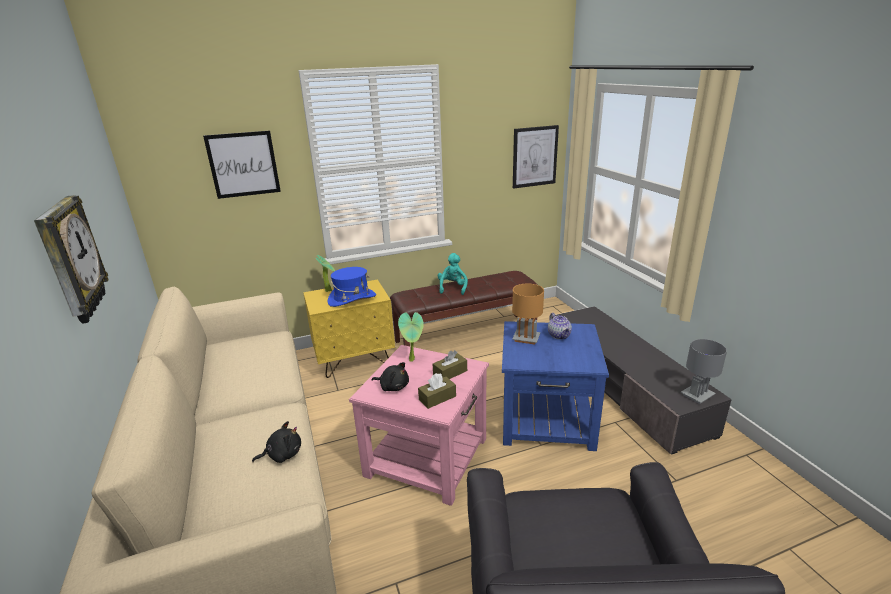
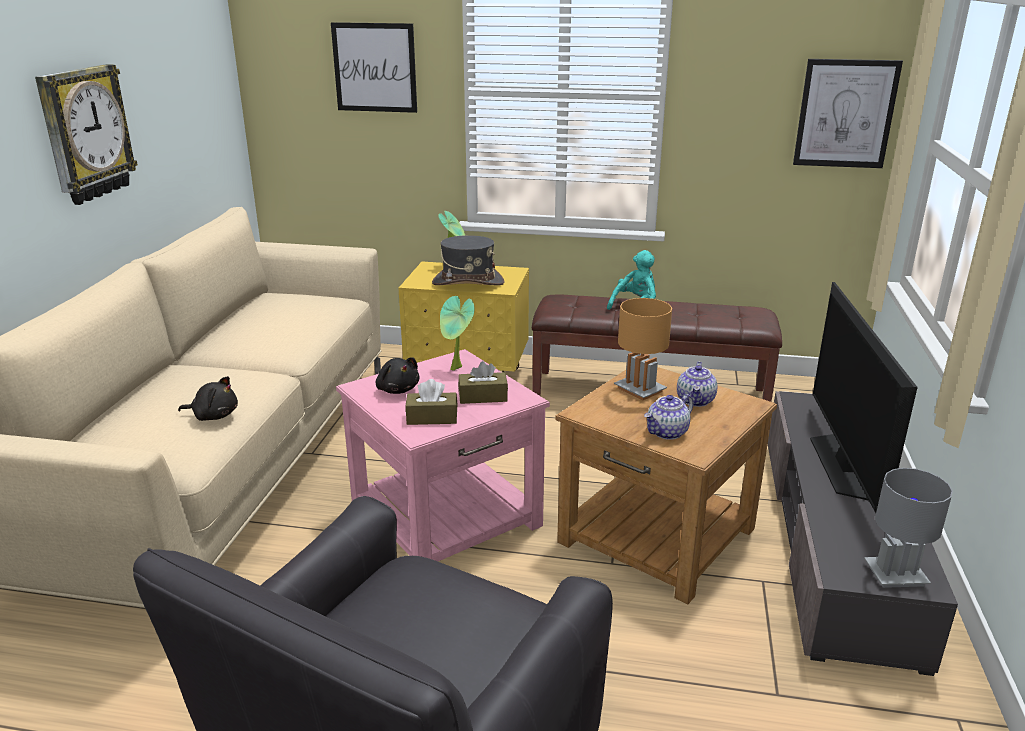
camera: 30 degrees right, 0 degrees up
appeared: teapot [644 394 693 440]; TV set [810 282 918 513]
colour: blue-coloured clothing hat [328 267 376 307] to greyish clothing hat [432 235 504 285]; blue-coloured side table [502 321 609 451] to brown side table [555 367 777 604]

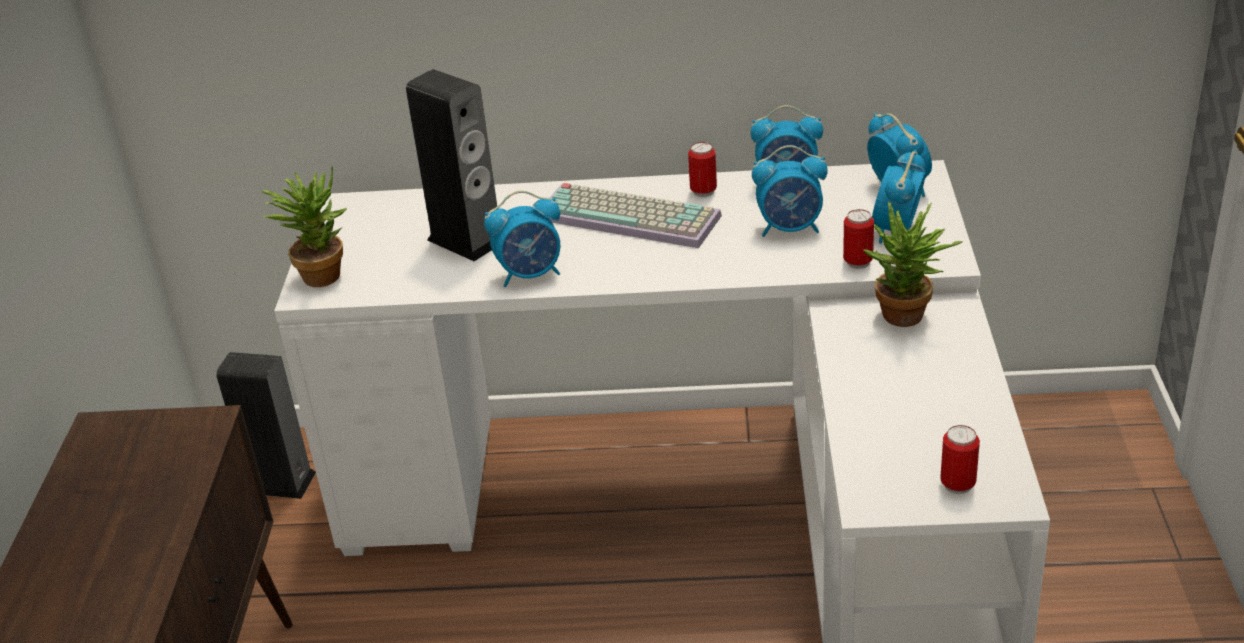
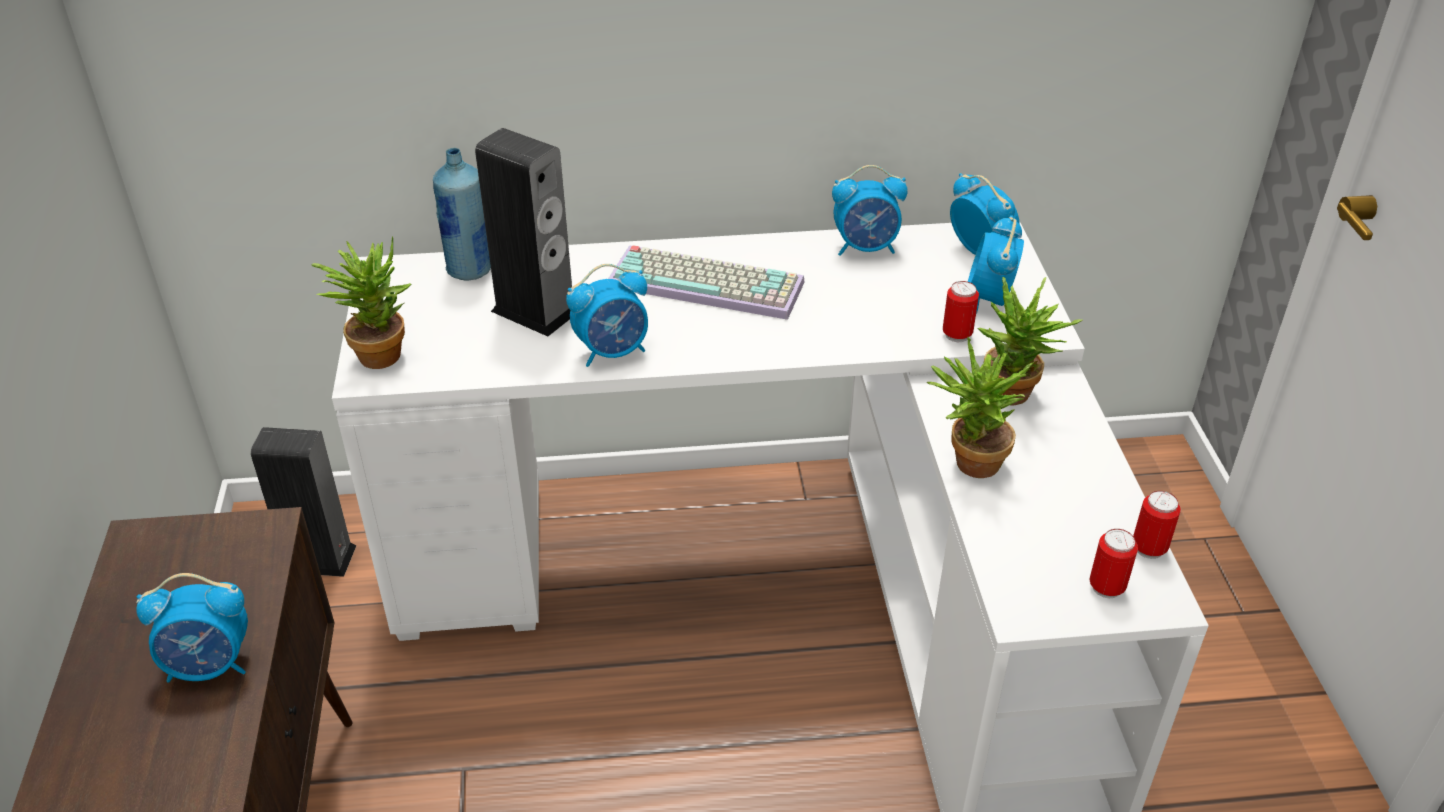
camera: 10 degrees left, 5 degrees up
appeared: blue-coloured beverage bottle [433 148 491 281]; potted plant [927 337 1034 478]
relocated: bedside clock [752 145 828 237] to [136 573 248 683]; metal can [688 142 717 197] to [1133 491 1181 559]

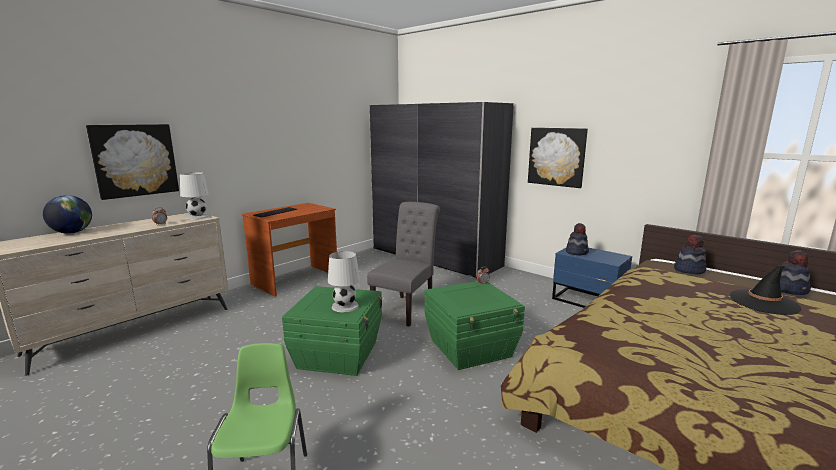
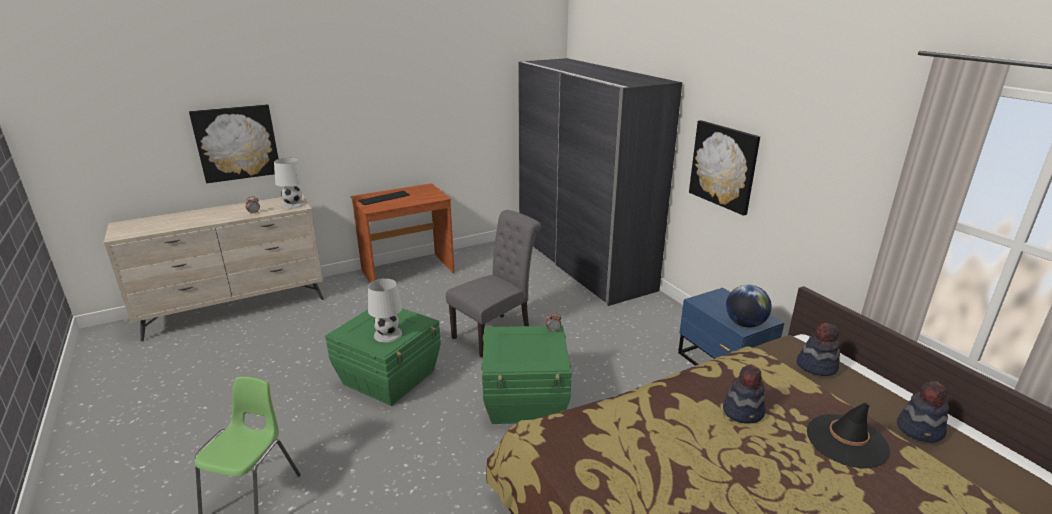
camera: 20 degrees right, 10 degrees up
relocated: clothing hat [566 223 589 255] to [723 364 765 424]; desk globe [43 195 92 234] to [726 285 772 327]

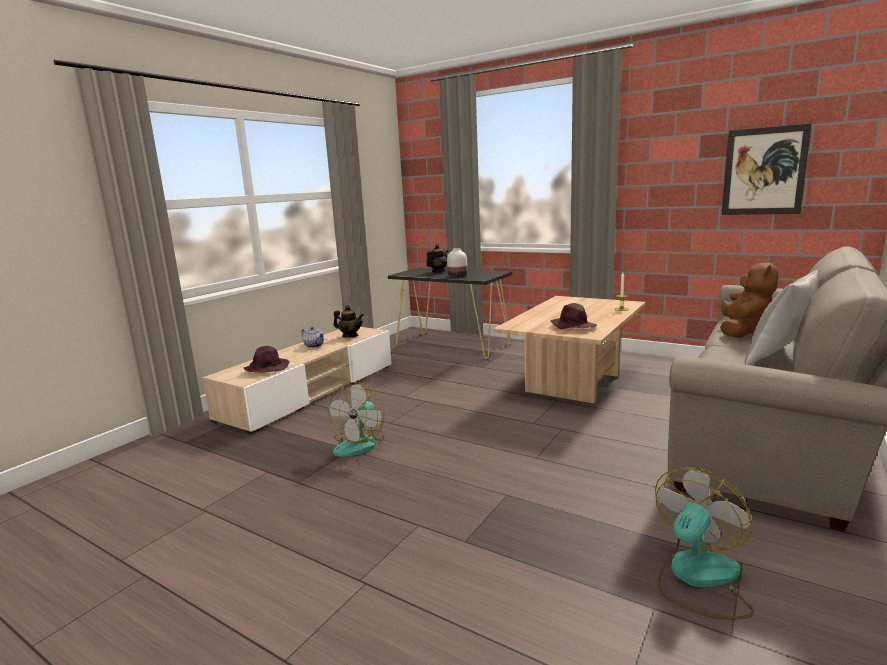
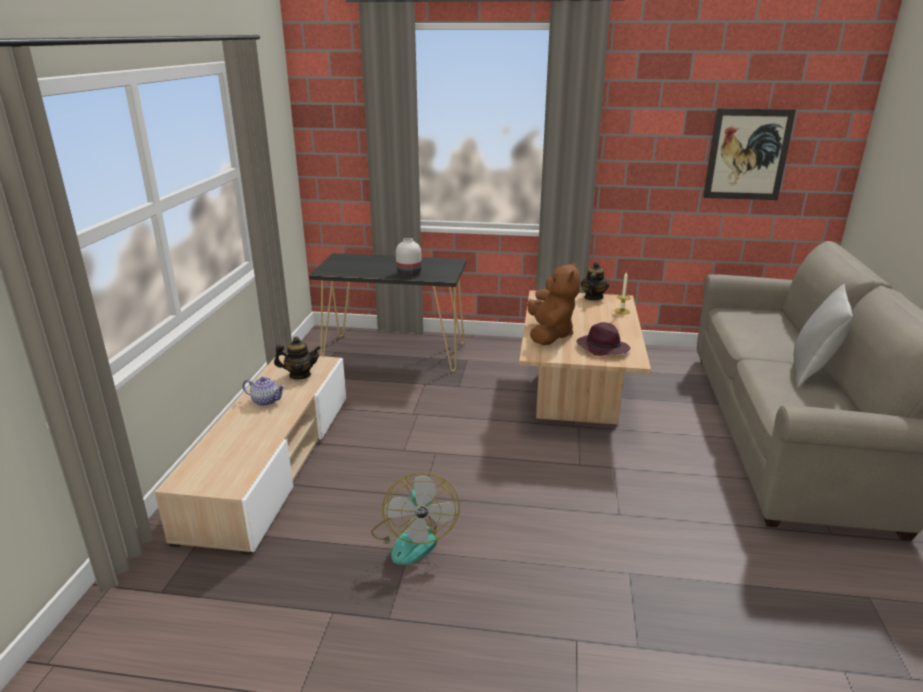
camera: 25 degrees left, 10 degrees up
missing: purple clothing hat [244 346 290 373]; cooling fan [655 467 754 619]
relocated: brown cuddly toy [720 260 778 338] to [528 261 580 345]; teapot [426 244 448 272] to [581 262 609 300]

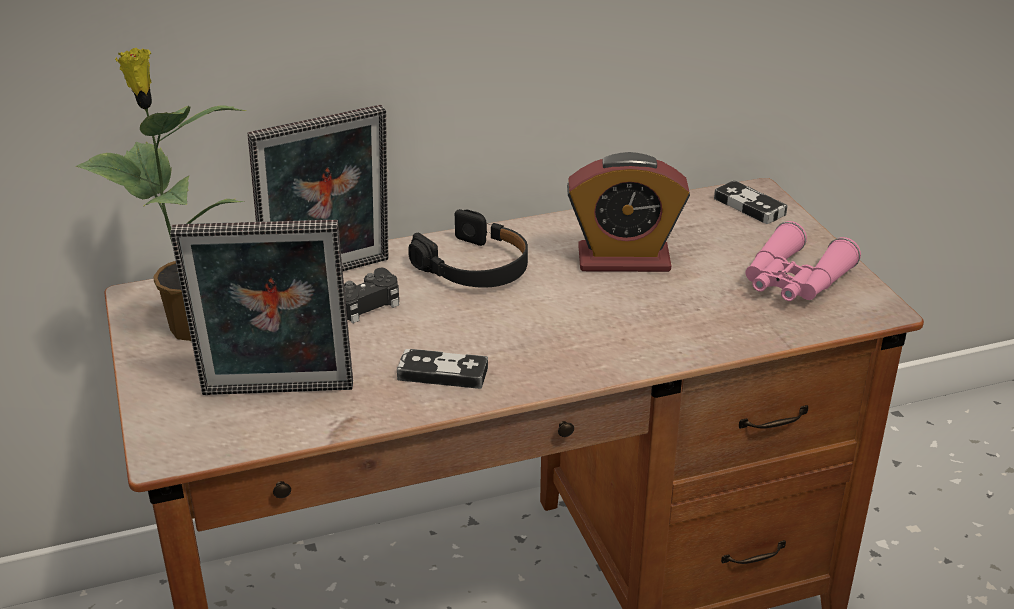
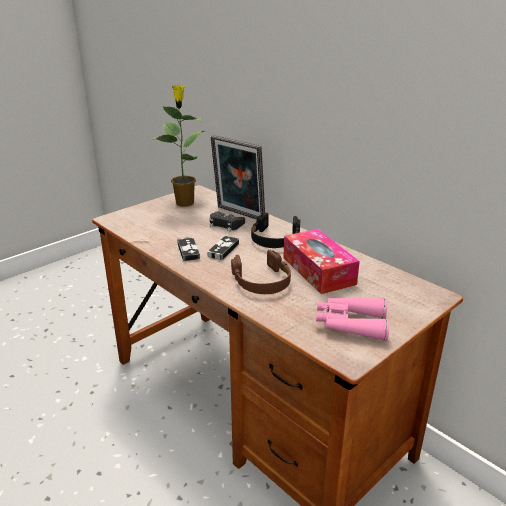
camera: 65 degrees right, 5 degrees down
missing: standing frame [170 220 353 395]
appeared: brown headphones [231 250 291 294]
relocated: joypad [714 180 788 224] to [207 236 239 260]
exchanged: bedside clock [567 152 690 272] to box of tissues [284 229 360 294]

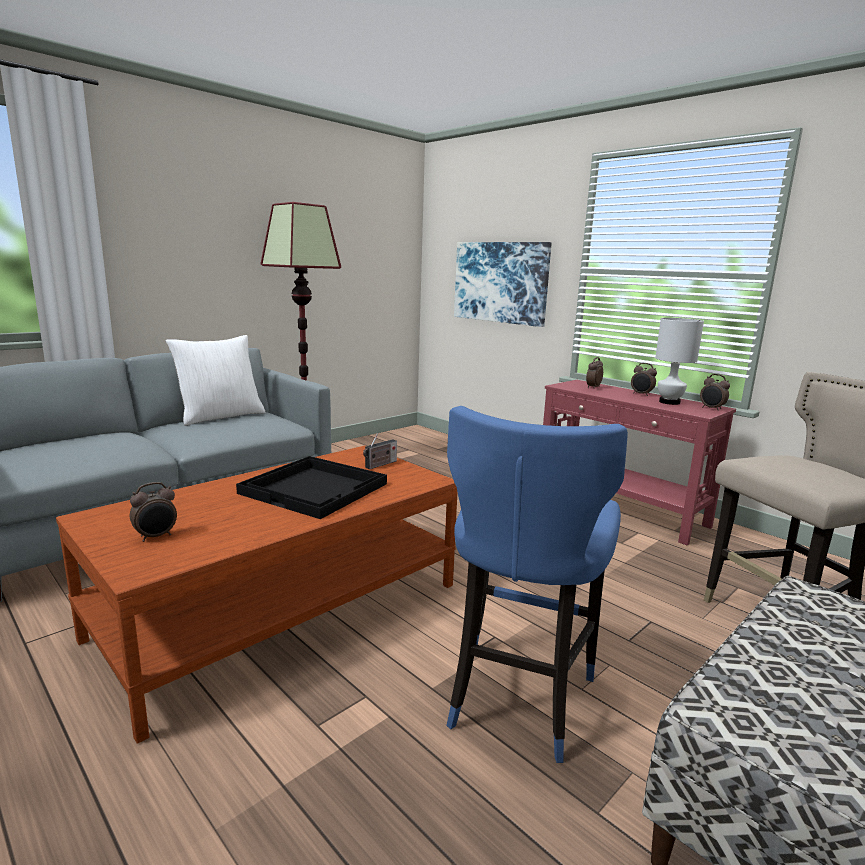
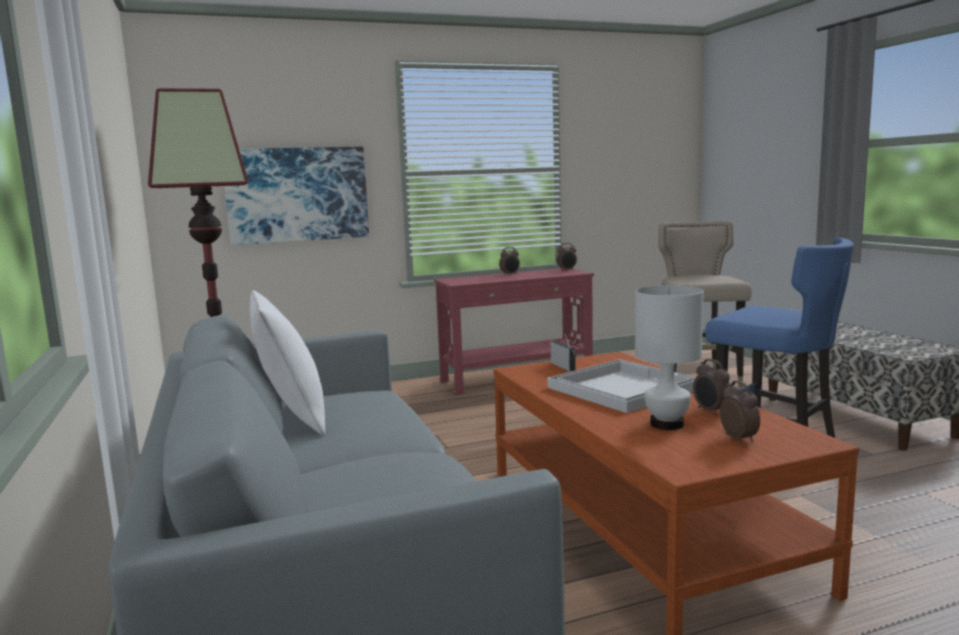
camera: 65 degrees left, 5 degrees down
relocated: whitish tabletop lamp [655 318 704 405] to [635 285 704 430]; bedside clock [586 357 603 388] to [693 359 730 415]
colour: black-coloured carrying tray [236 456 387 519] to whitish carrying tray [547 359 696 413]

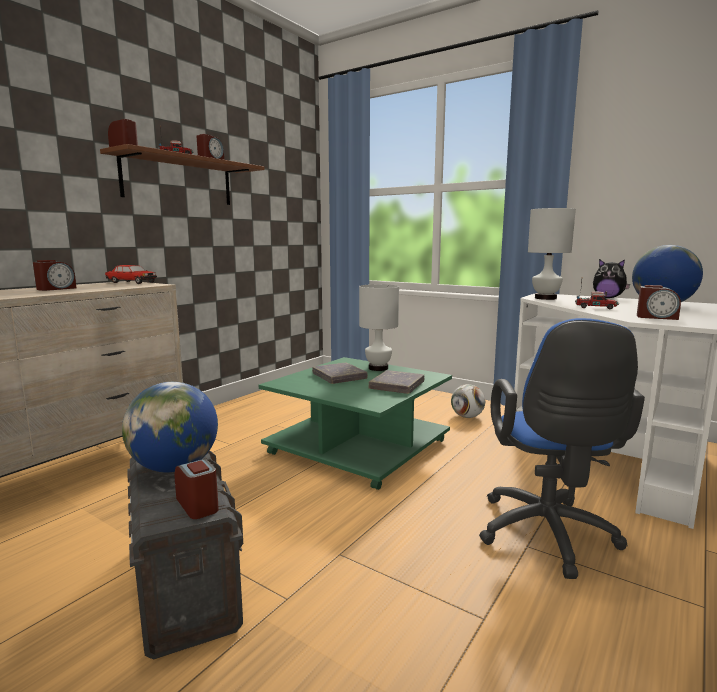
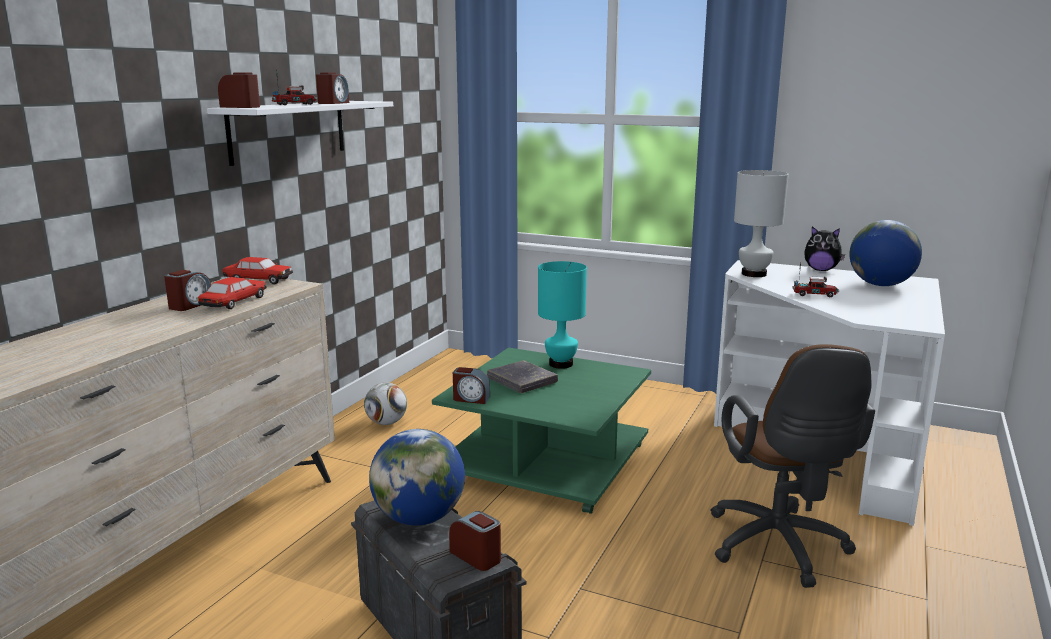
camera: 10 degrees left, 5 degrees up
missing: greyish bound book [369 370 424 394]
appeared: toy car [198 277 267 309]
relocated: football [451 384 485 418] to [364 383 407 425]; bedside clock [637 285 681 320] to [453 367 490 404]
colour: brown wall shelf [100 144 265 205] to whitish wall shelf [207 101 393 166]; whitish tabletop lamp [359 284 399 371] to blue-green tabletop lamp [538 261 587 369]; blue-coloured desk chair [479 318 645 579] to brown desk chair [710 344 875 588]

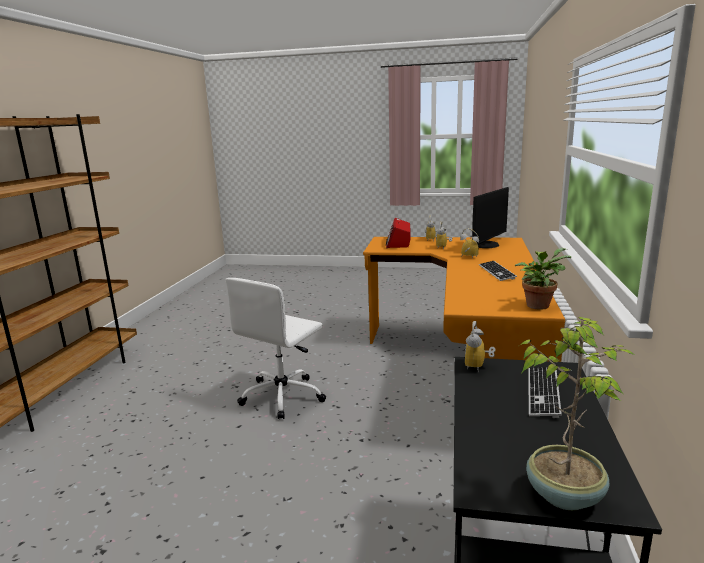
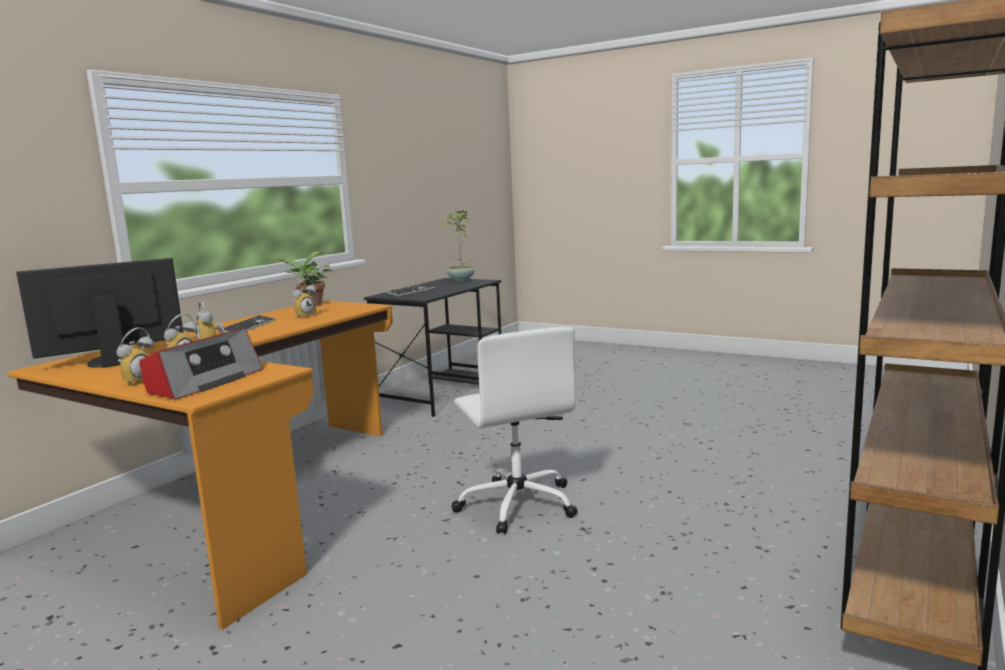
camera: 160 degrees left, 5 degrees down
relocated: bedside clock [465 321 496 372] to [292 278 317 318]
spun: whitish desk chair [225 278 326 419] = [452 327 578 534] 105 degrees clockwise

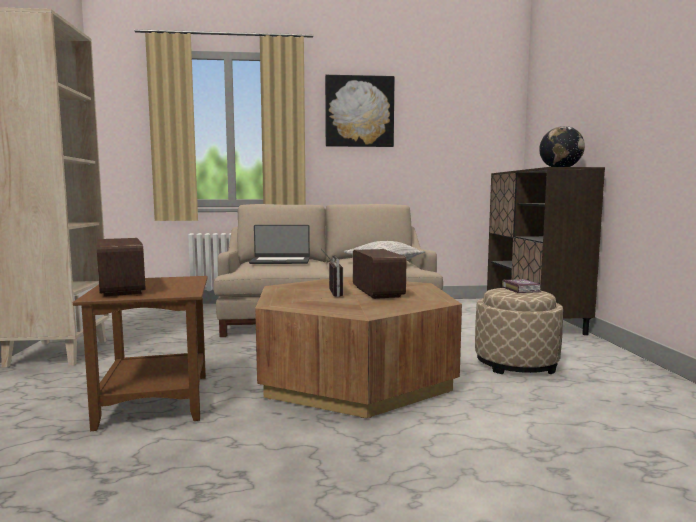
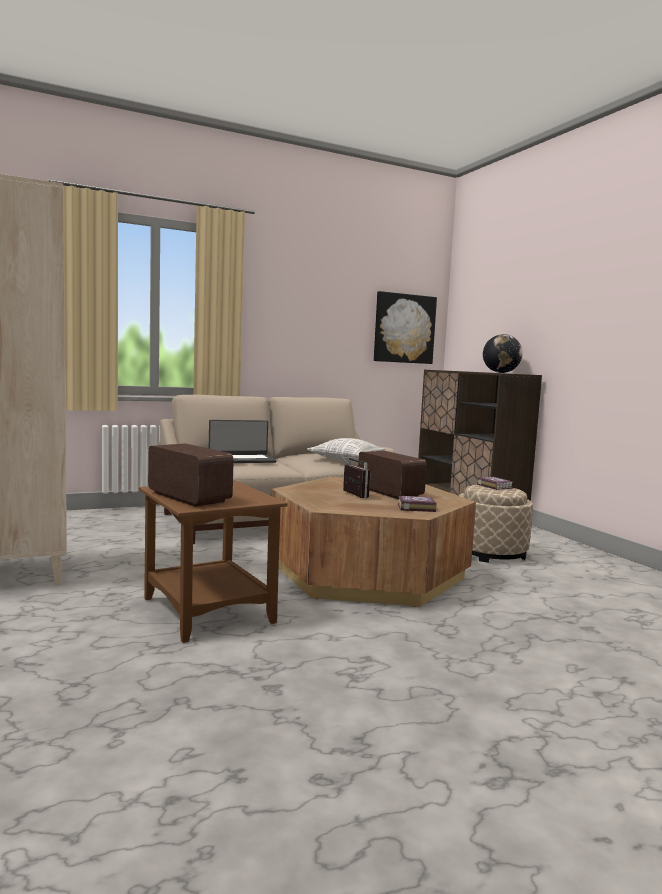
camera: 20 degrees left, 0 degrees up
appeared: bound book [398 496 437 512]
relocated: picture [325 75 395 147] to [374 291 437 364]

